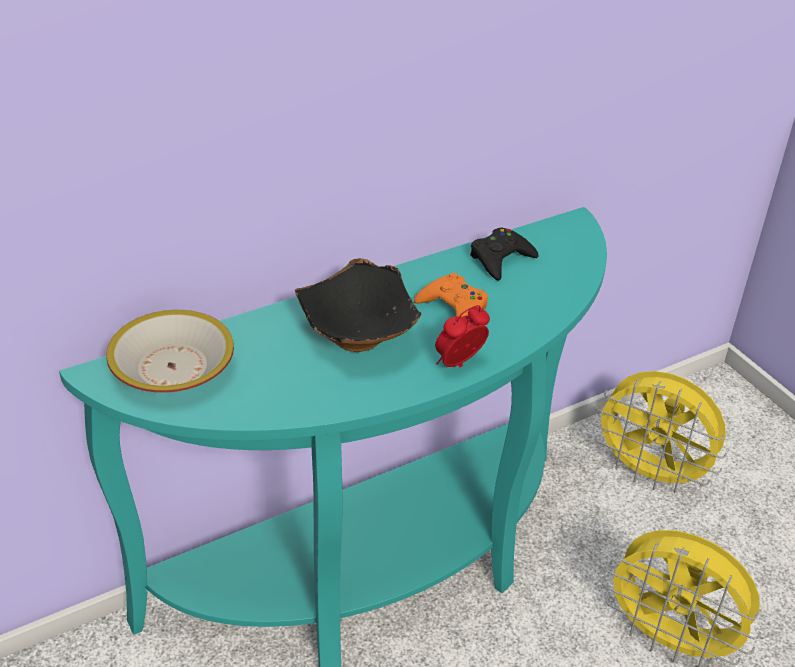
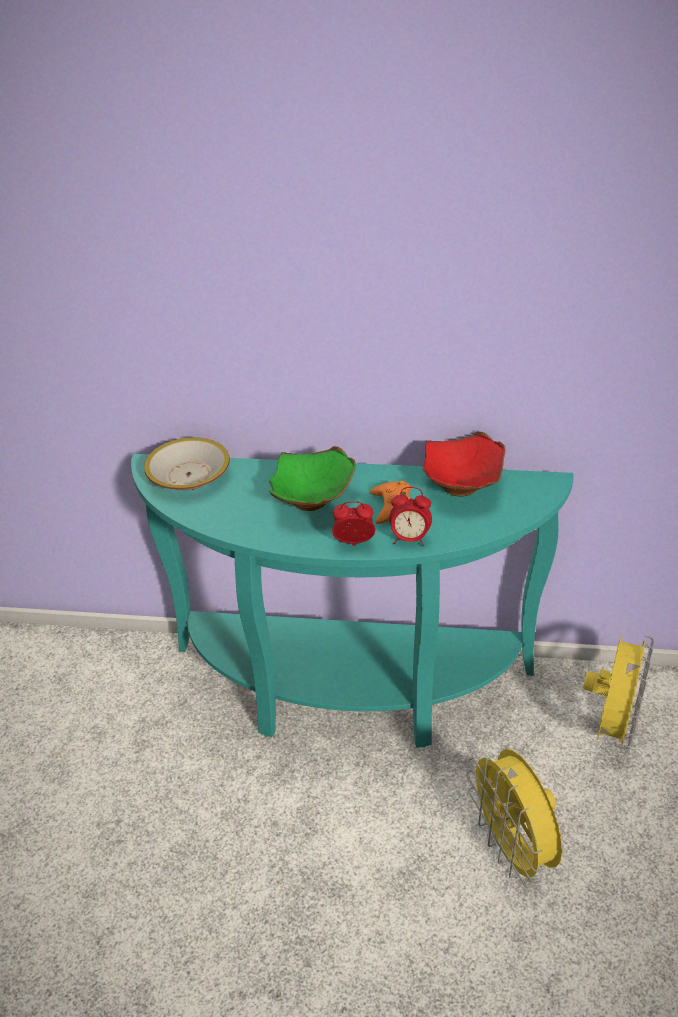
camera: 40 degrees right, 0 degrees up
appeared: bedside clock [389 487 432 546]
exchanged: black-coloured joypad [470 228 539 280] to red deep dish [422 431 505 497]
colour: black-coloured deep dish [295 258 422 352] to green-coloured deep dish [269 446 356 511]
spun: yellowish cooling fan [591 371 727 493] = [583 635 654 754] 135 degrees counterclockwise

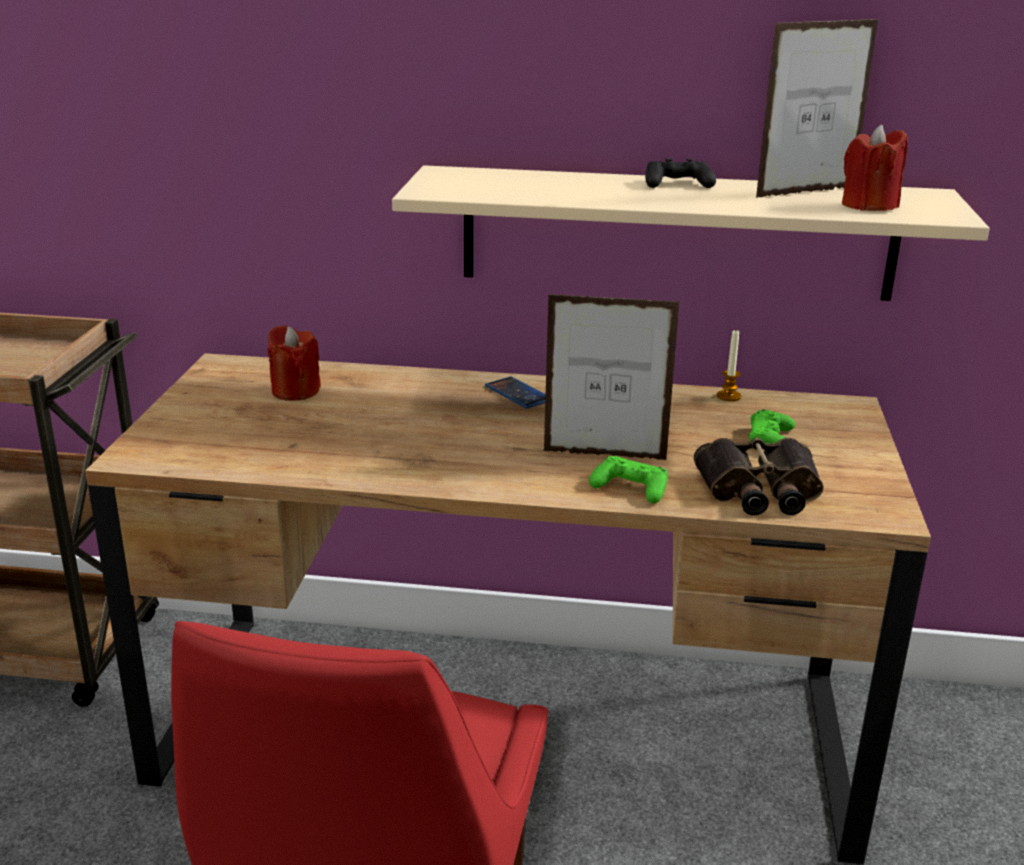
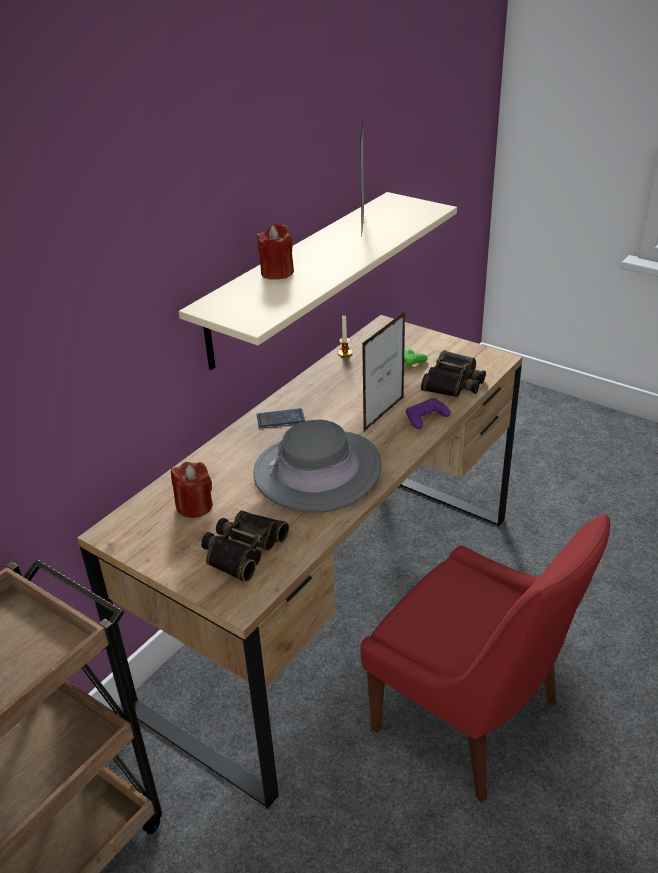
camera: 60 degrees left, 10 degrees up
missing: black-coloured joypad [645 158 716 188]
appeared: pair of binoculars [201 510 289 582]; greyish clothing hat [253 420 382 513]
relocated: red wax candle [842 125 908 211] to [257 224 294 280]
colour: green-coloured joypad [589 456 668 503] to purple joypad [406 398 451 429]

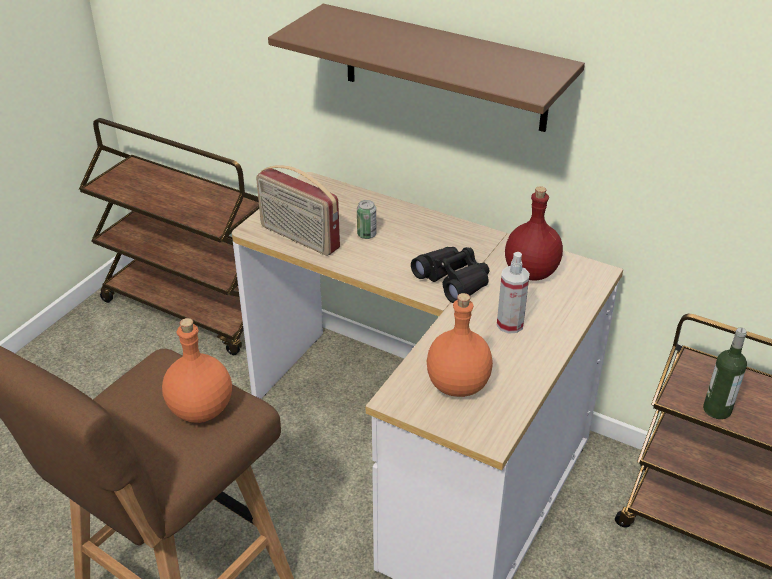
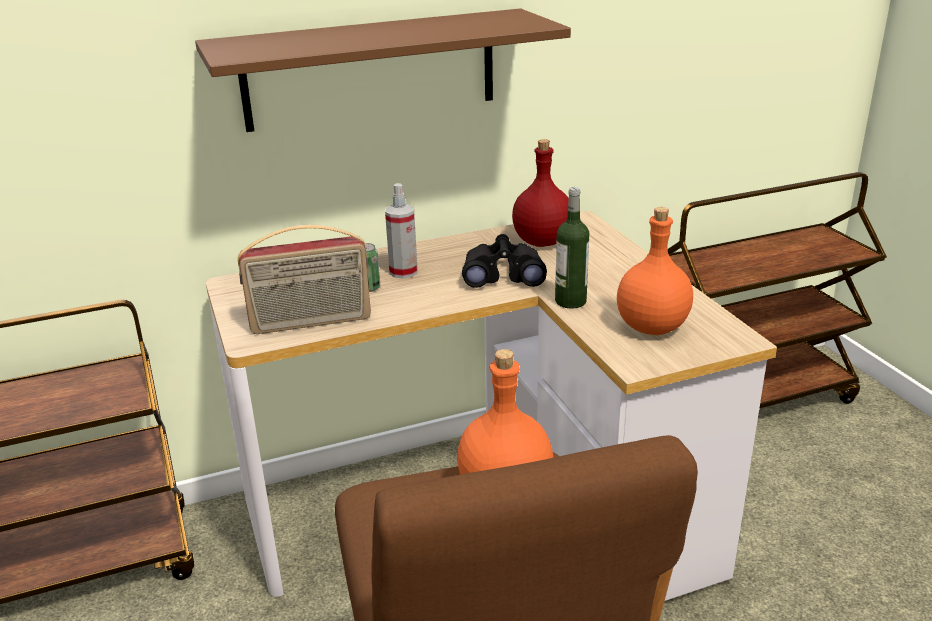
camera: 50 degrees left, 10 degrees down
relocated: hand sprayer [497 252 530 334] to [385 183 418 279]; beverage bottle [703 327 747 419] to [555 187 589 309]

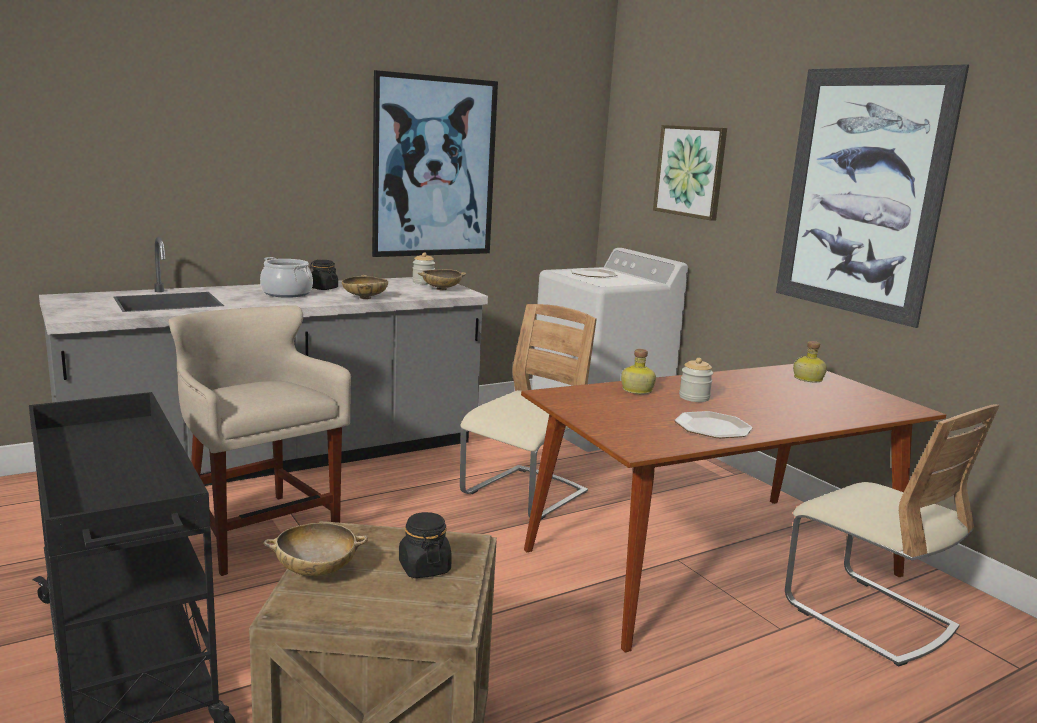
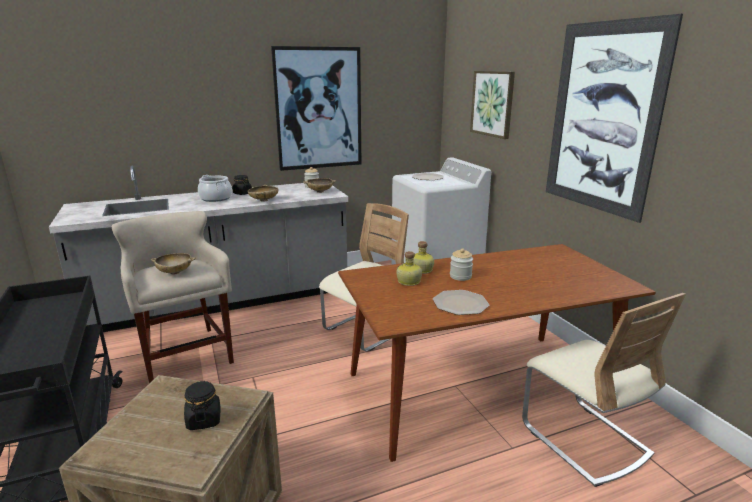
camera: 10 degrees right, 5 degrees up
relocated: sand-coloured deep dish [264 523 368 577] to [151 253 196 274]; beverage bottle [793 341 827 382] to [396 251 422 286]

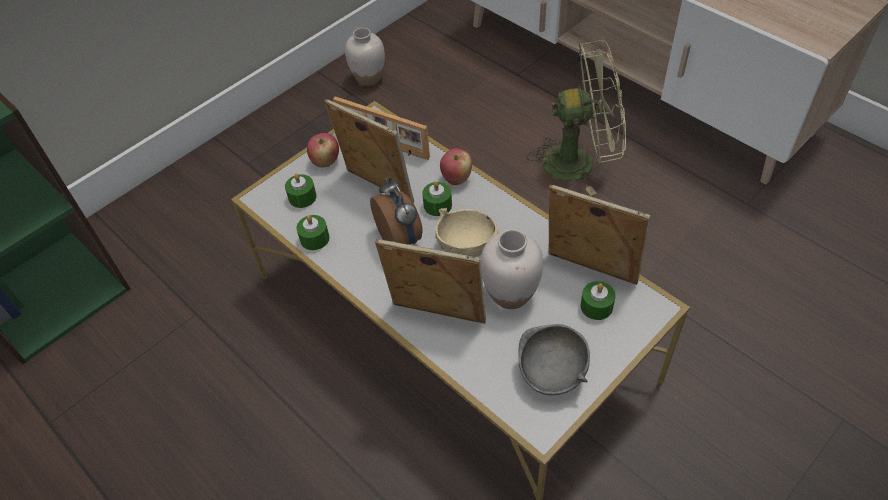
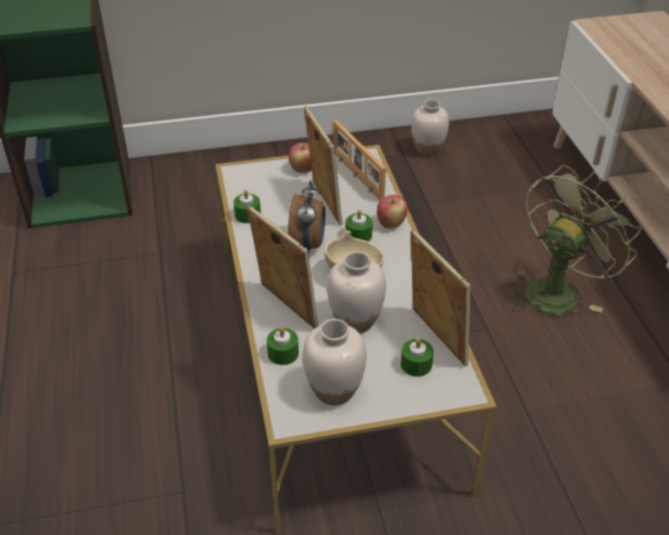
camera: 30 degrees right, 10 degrees down
relocated: green-coloured wax candle [285 174 317 208] to [267 327 299 365]
exchanged: greyish deep dish [519 324 590 395] to whitish vase [302 319 367 405]
spun: green-coloured cooling fan [527 40 626 196] = [508 165 642 316] 75 degrees counterclockwise

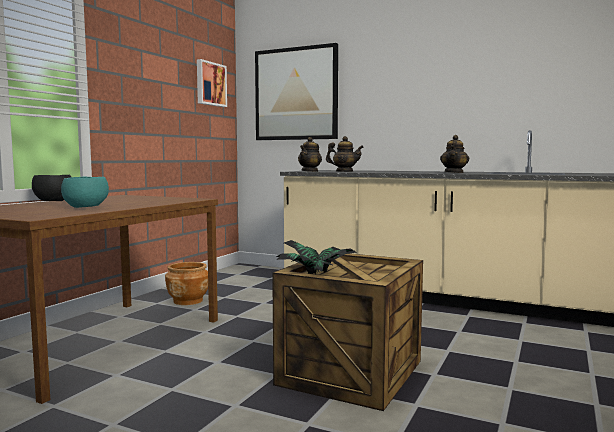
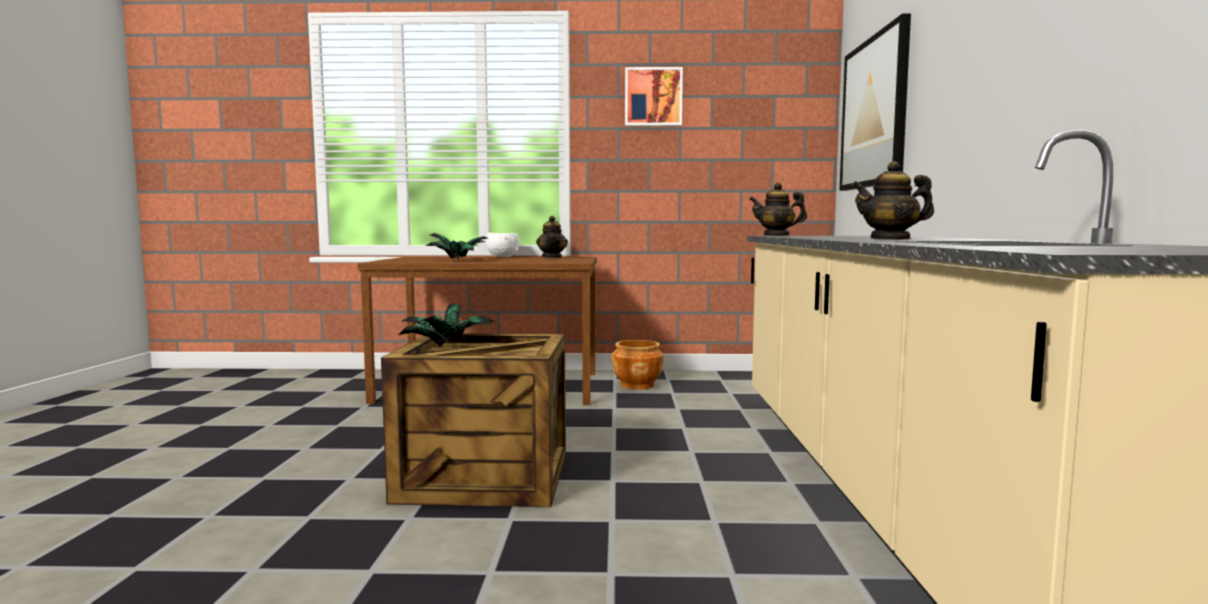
camera: 65 degrees right, 0 degrees up
relocated: teapot [326 136 364 172] to [536 216 568 258]; picture [197 59 227 107] to [625 67 683 126]
exchanged: blue-green deep dish [61 176 109 208] to potted plant [426 233 487 260]
colour: black-coloured deep dish [32 174 71 201] to whitish deep dish [485 233 520 257]

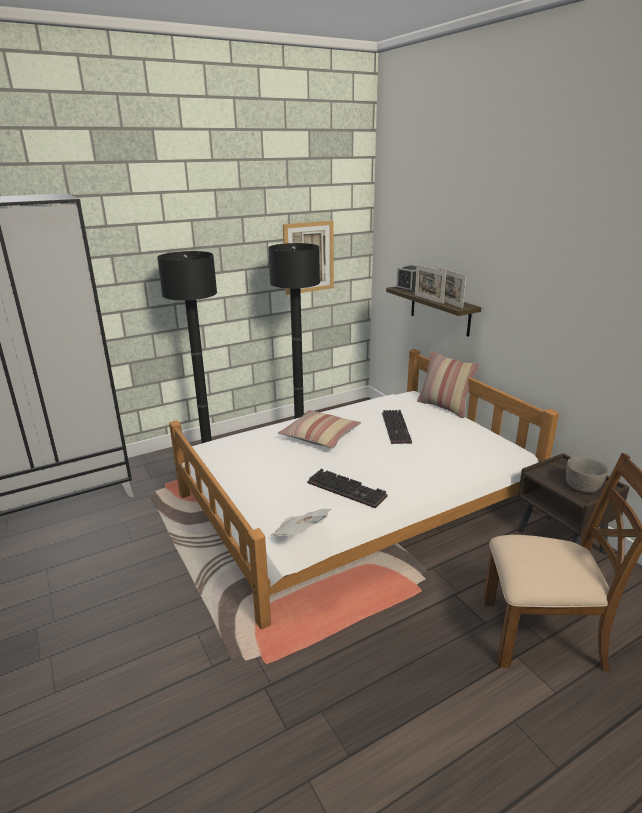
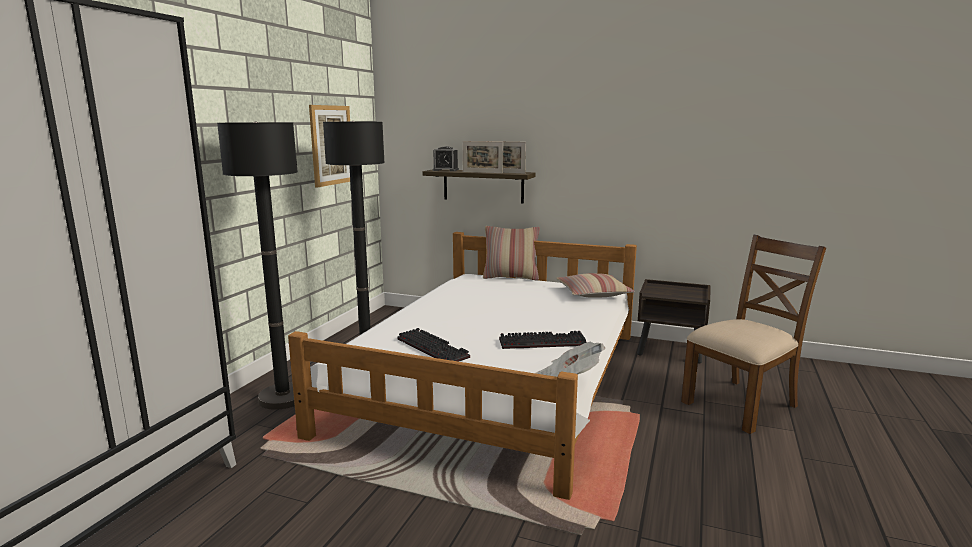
camera: 40 degrees left, 10 degrees down
missing: greyish deep dish [566 456 608 493]
relocated: keyboard [382 410 412 444] to [398 328 470 362]; cushion [278 410 361 449] to [556 273 635 298]

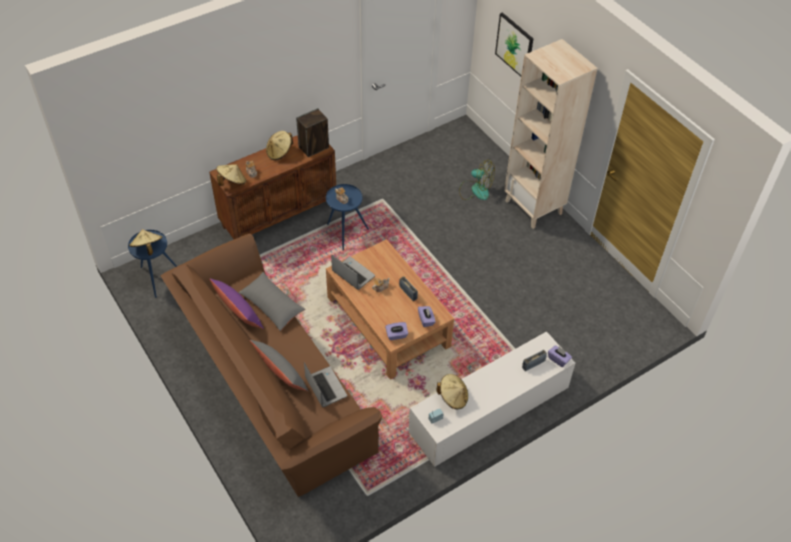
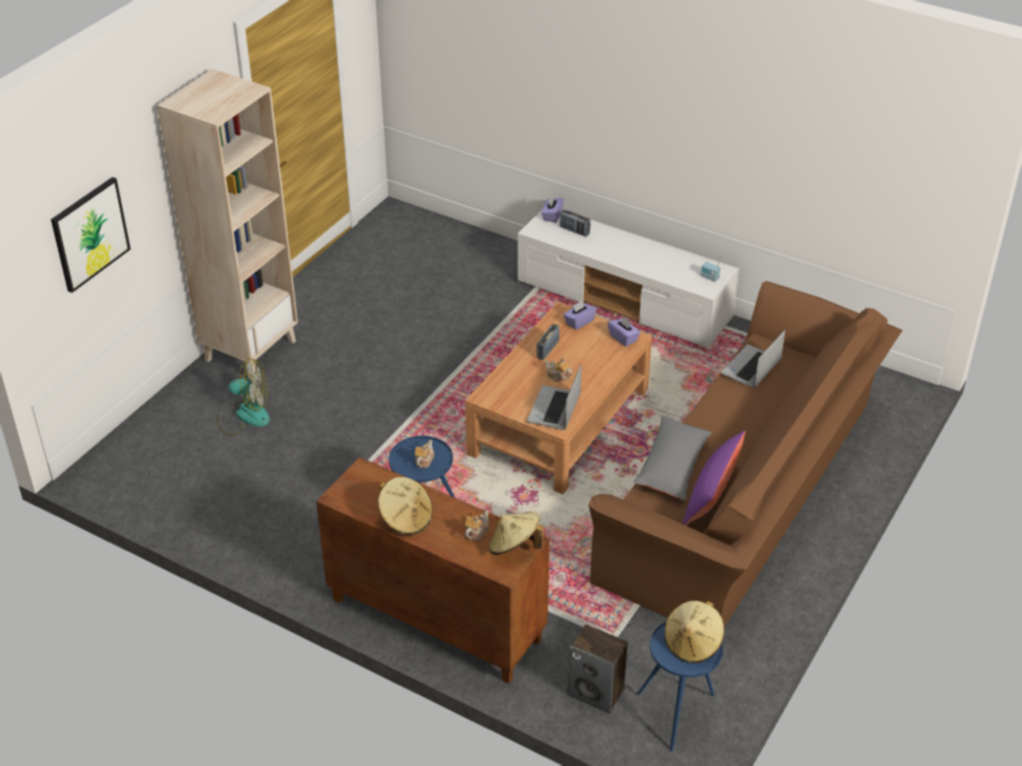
camera: 115 degrees left, 10 degrees down
missing: greyish cushion [250 340 309 392]; sand-coloured clothing hat [436 374 468 410]
relocated: speaker [296 108 329 157] to [568 624 628 713]
spun: cooling fan [459 160 495 200] = [217 358 270 436] 90 degrees clockwise

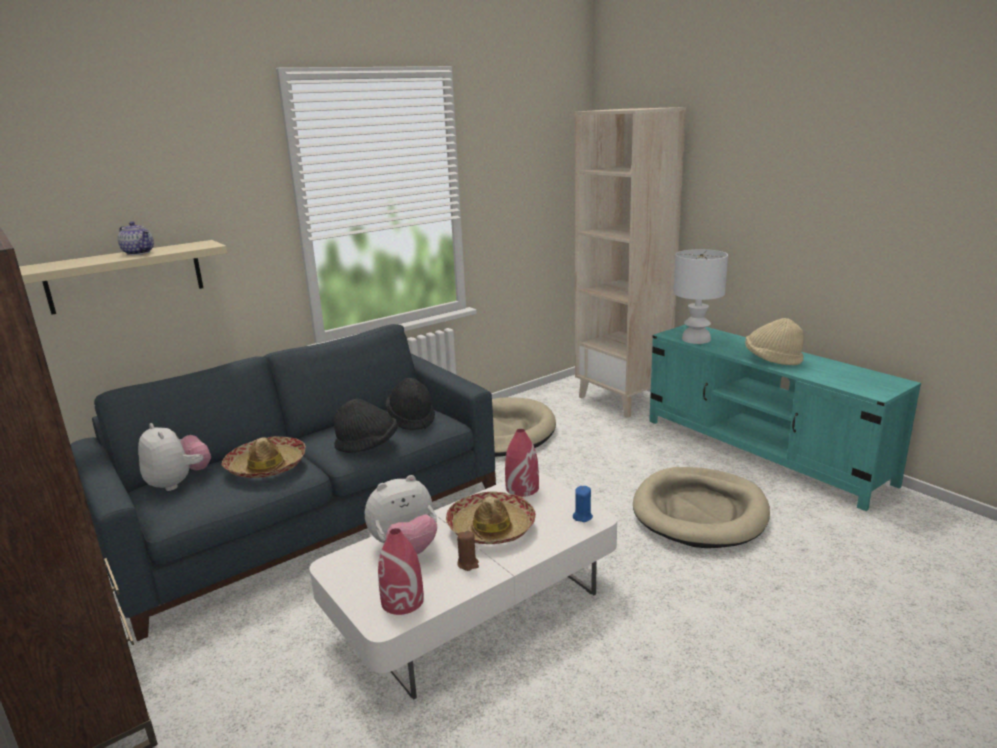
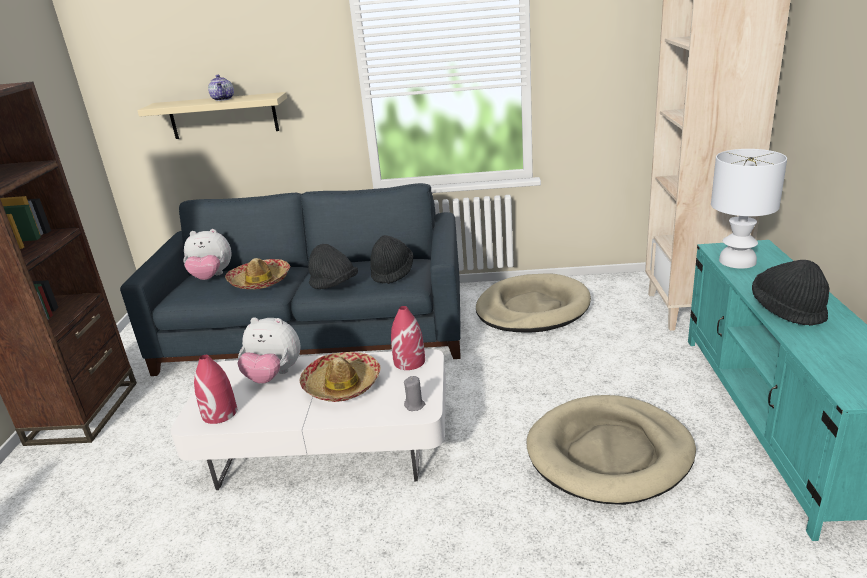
camera: 40 degrees right, 5 degrees up
missing: brown wax candle [457 531 479 571]
colour: blue-coloured wax candle [573 486 593 522] to greyish wax candle [404 376 425 411]; sand-coloured clothing hat [745 318 804 366] to black-coloured clothing hat [752 260 830 326]
spun: cuddly toy [138 423 211 491] = [183 229 232 280] 90 degrees clockwise

